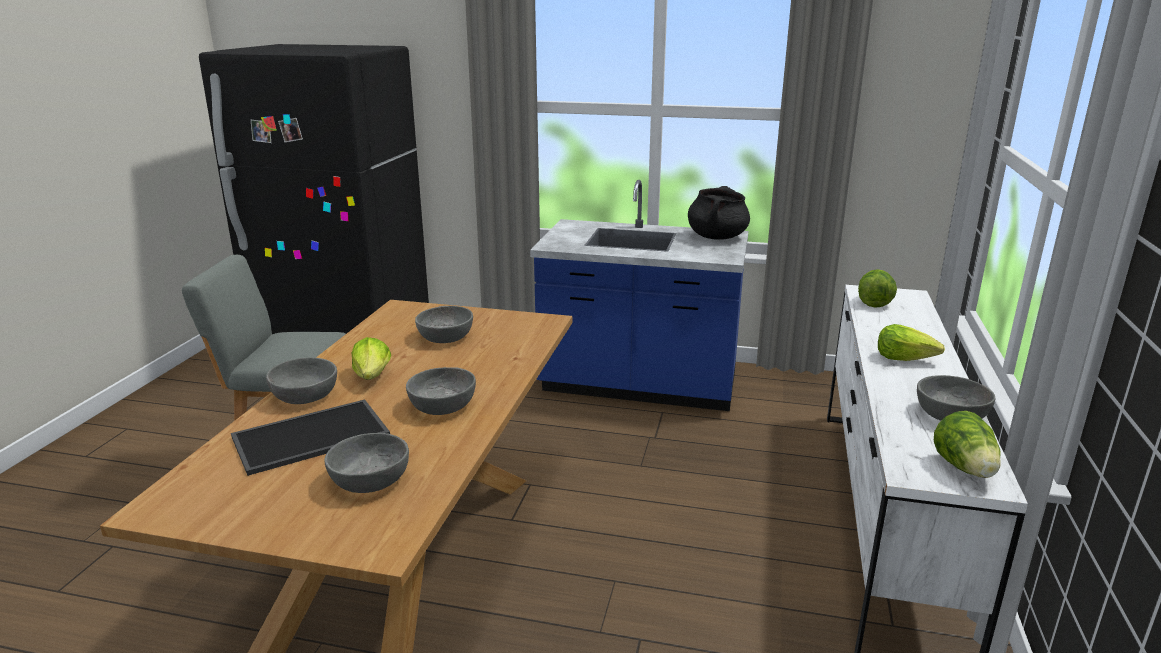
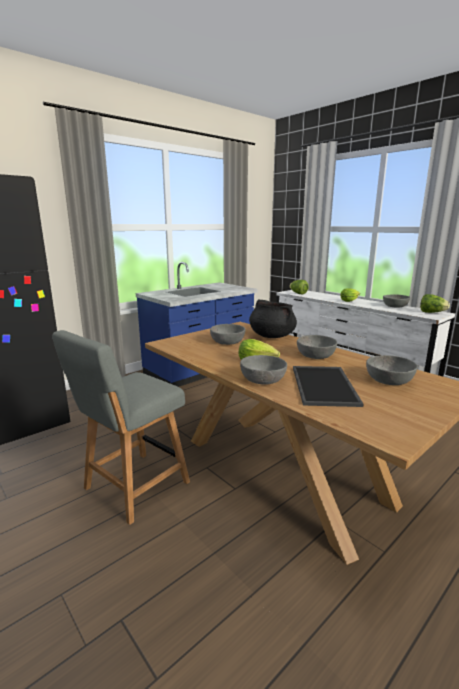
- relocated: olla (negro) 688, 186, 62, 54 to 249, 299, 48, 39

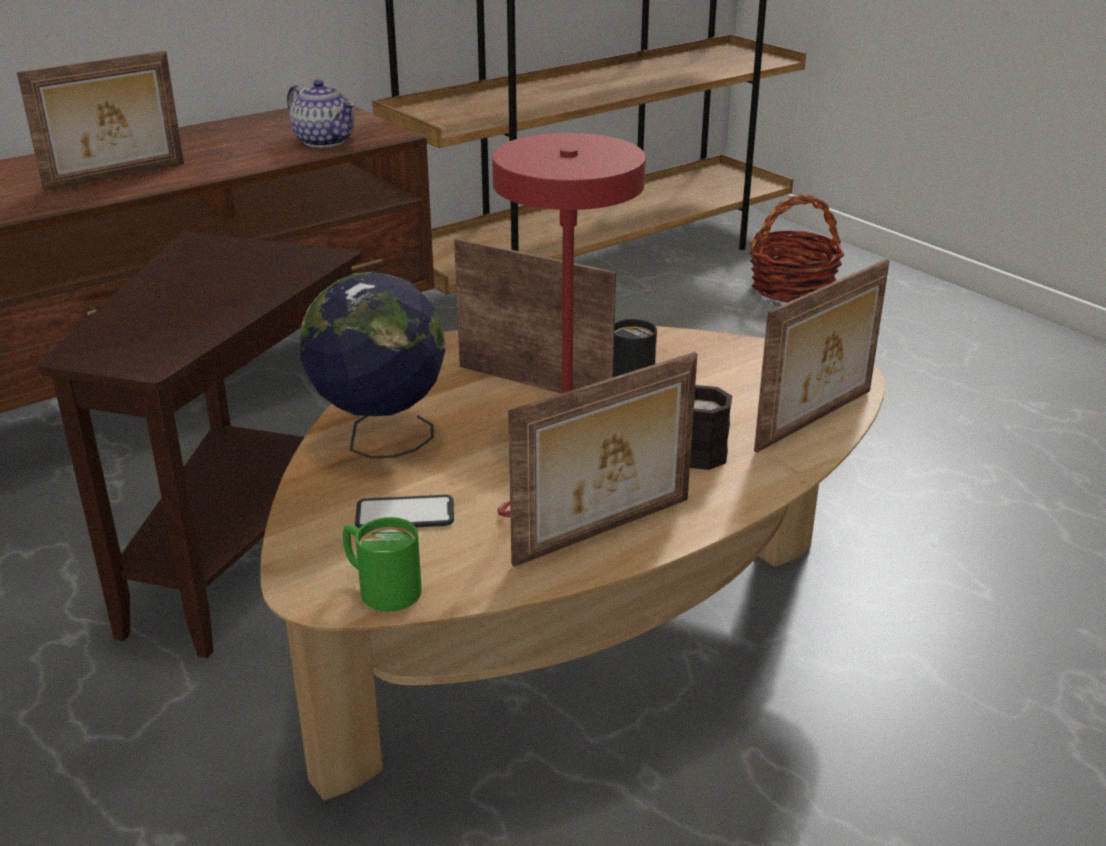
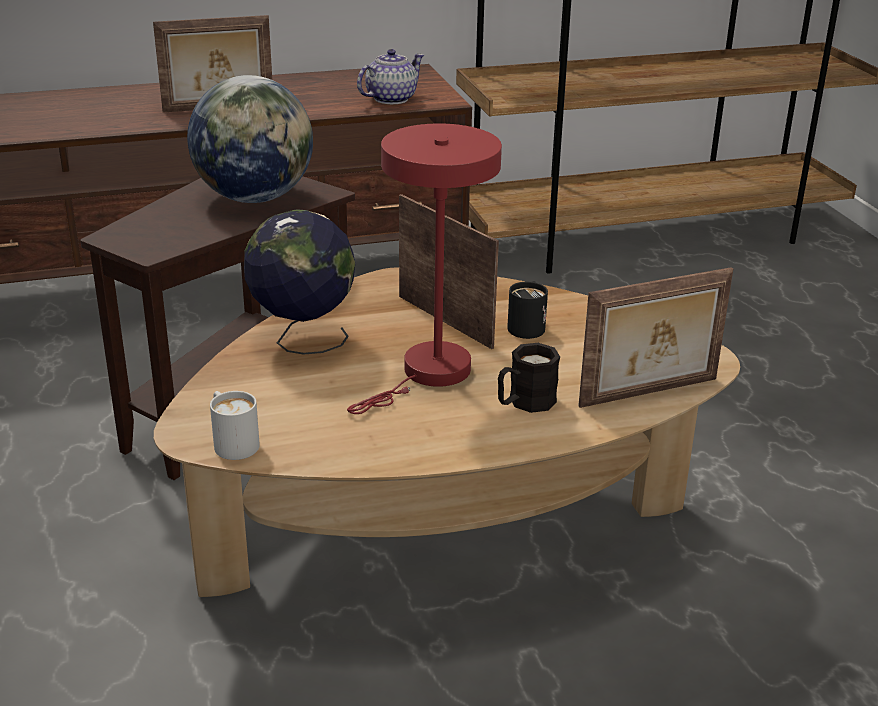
- missing: móvil 355, 495, 99, 33
- missing: portarretratos 508, 352, 189, 215
- missing: cesta 749, 194, 96, 108
- appeared: globo terráqueo 187, 75, 126, 128
- colour: taza grande (verde) 343, 517, 79, 94 to taza grande (blanco) 210, 391, 50, 69
- spun: tetera 287, 79, 68, 69 = 357, 49, 67, 55 105 degrees counterclockwise

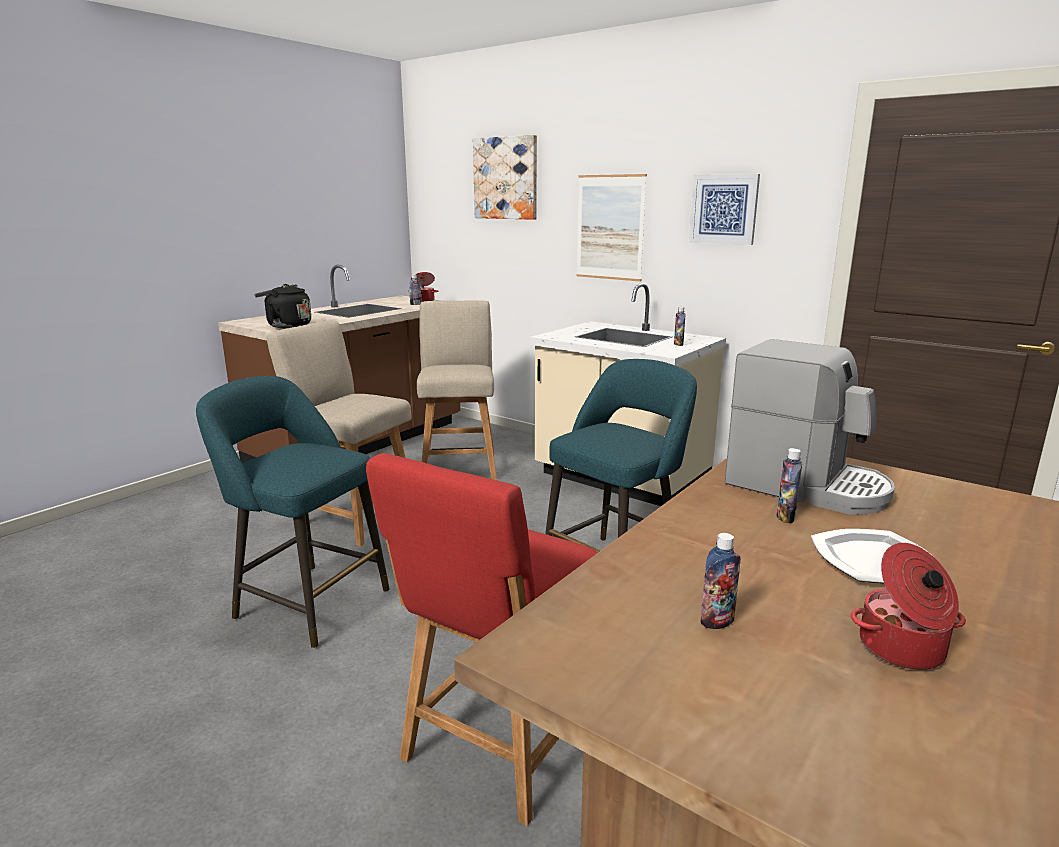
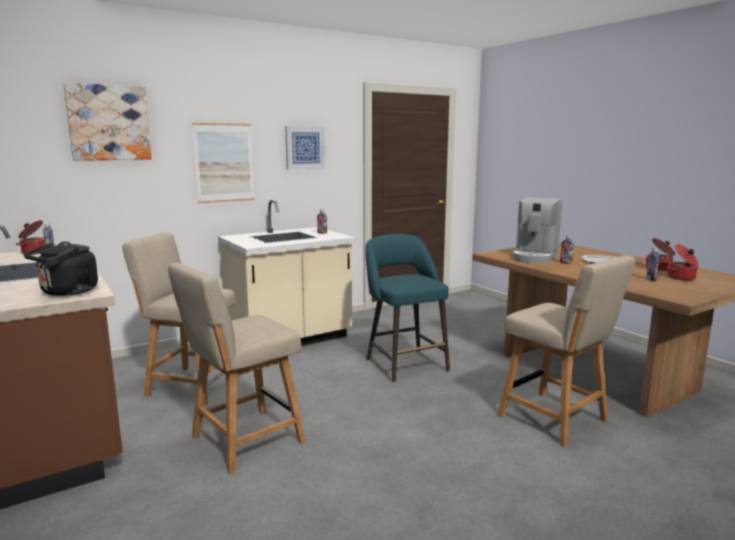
- missing: taburete (turquesa) 196, 376, 193, 273
- appeared: olla 667, 244, 32, 37
- colour: silla (rojo) 366, 453, 232, 373 to silla (beis) 497, 255, 138, 192
- spun: cafetera 725, 339, 170, 176 = 512, 197, 50, 67 150 degrees clockwise

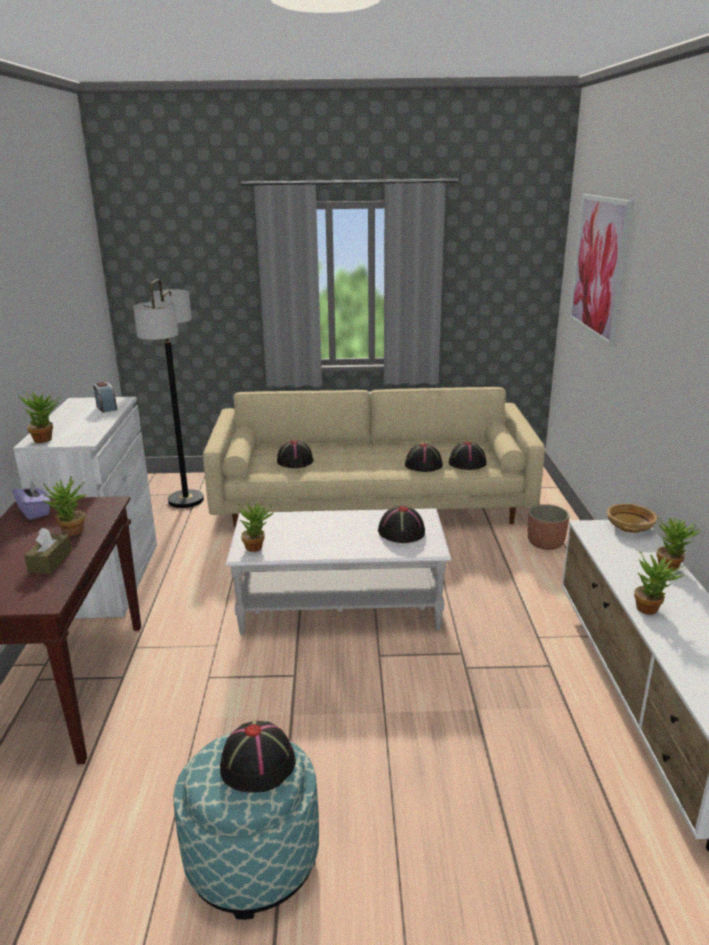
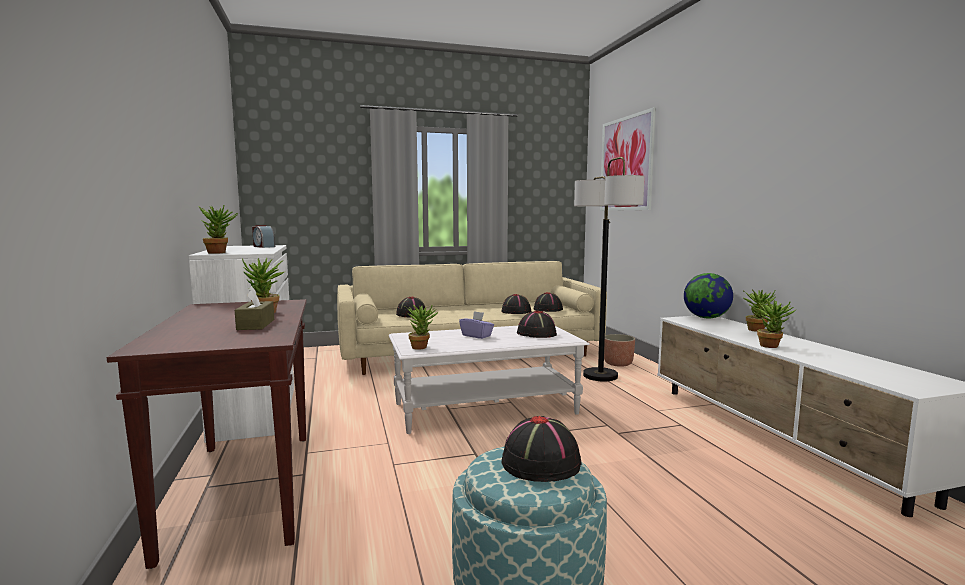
- relocated: caja de pañuelos (morado) 13, 480, 38, 40 to 459, 311, 35, 28
- relocated: lámpara de pie 133, 279, 71, 229 to 574, 157, 71, 224
- exchanged: cuenco (beis) 607, 504, 50, 29 to globo terráqueo 684, 273, 49, 45

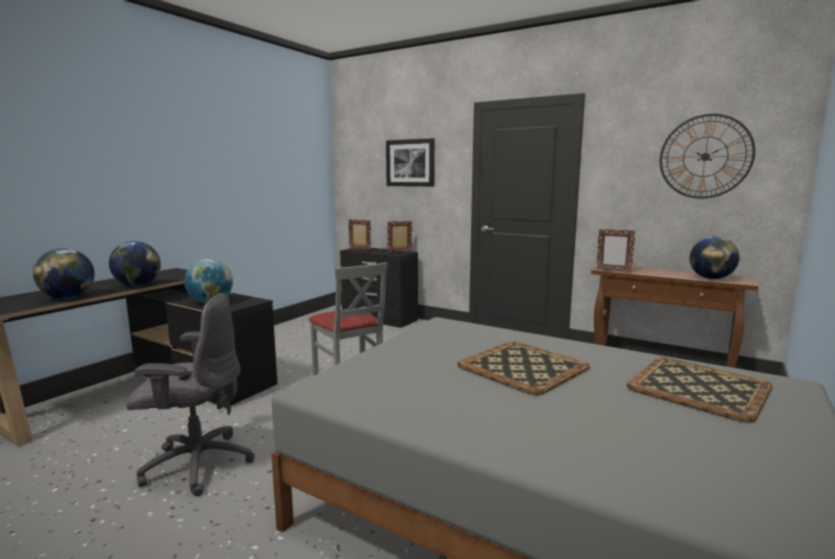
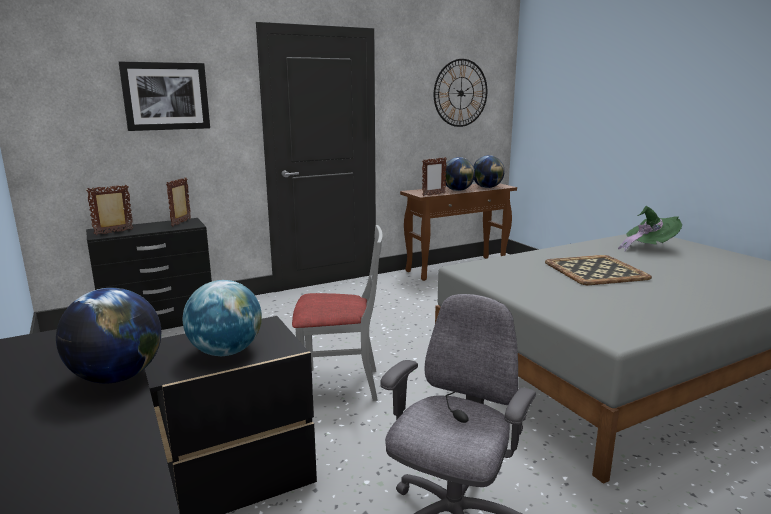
- relocated: globo terráqueo 33, 248, 62, 51 to 444, 157, 31, 34
- exchanged: bandeja 626, 357, 147, 66 to sombrero (verde) 618, 206, 64, 46

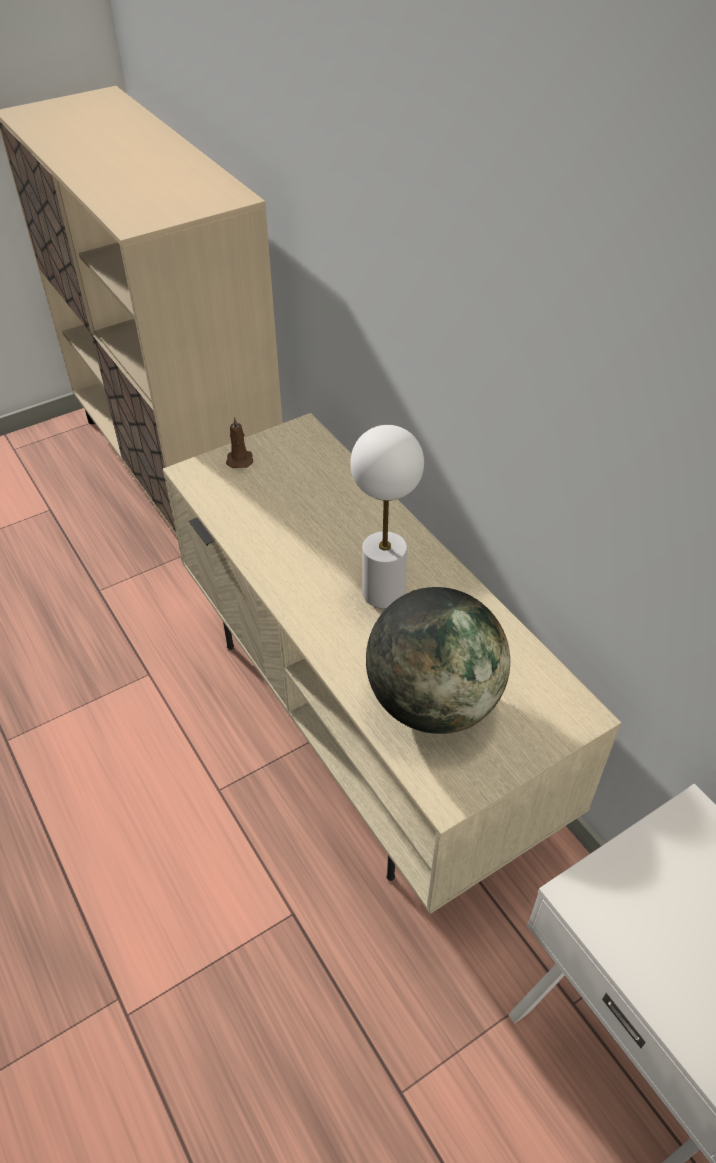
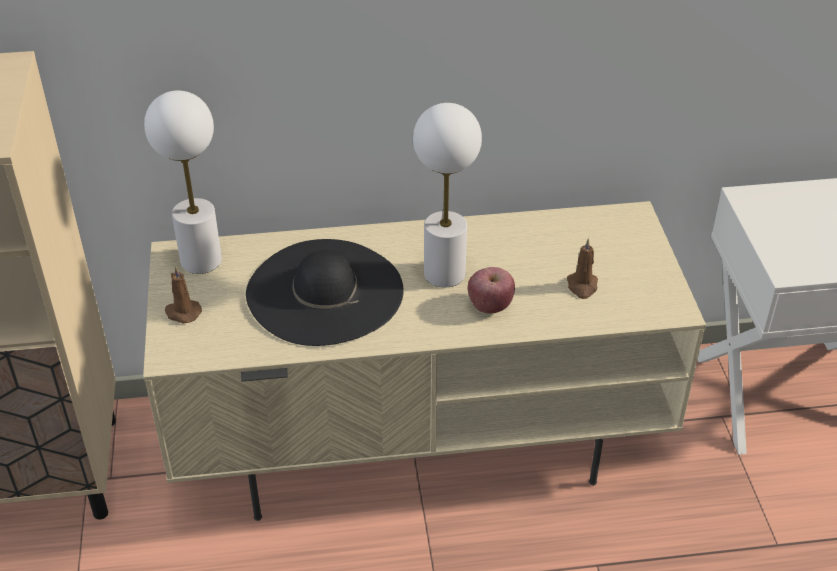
- appeared: lámpara de mesa (blanco) 144, 90, 78, 184
- appeared: sombrero (negro) 246, 239, 158, 107
- appeared: manzana 468, 267, 47, 47
- exchanged: globo terráqueo 366, 587, 144, 147 to vela (marrón) 567, 238, 31, 61

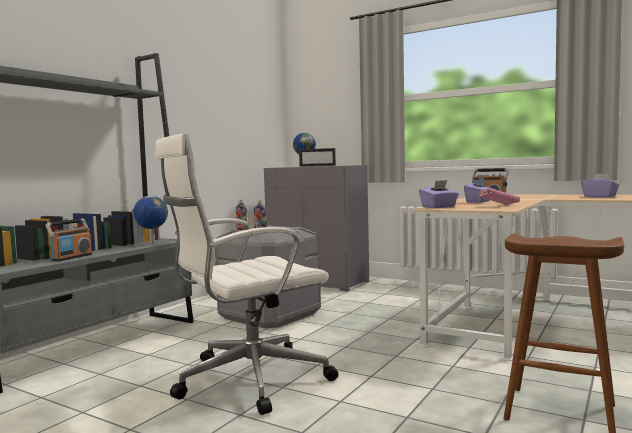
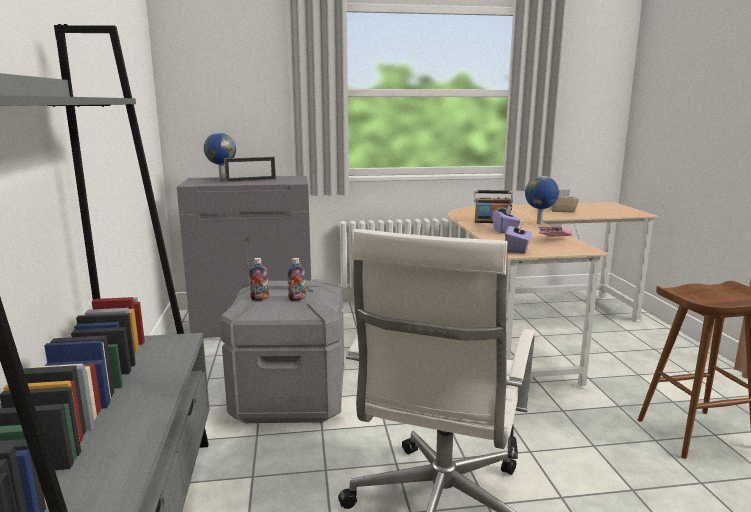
- missing: radio 45, 218, 47, 43
- relocated: globo terráqueo 133, 196, 35, 49 to 525, 176, 34, 48
- colour: caja de pañuelos (morado) 581, 173, 38, 25 to caja de pañuelos (beis) 550, 190, 29, 22

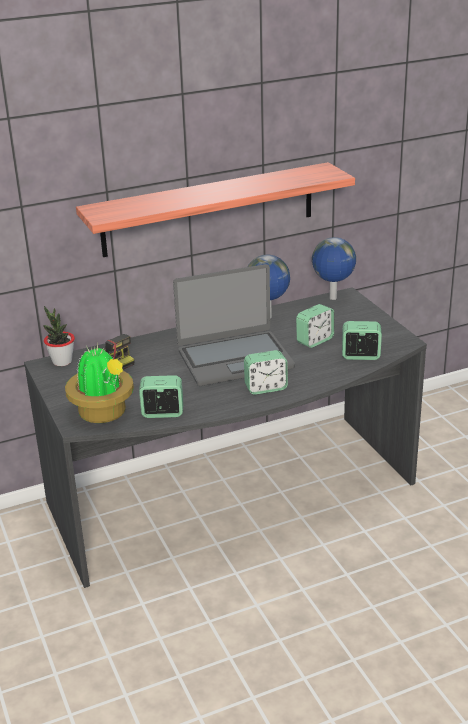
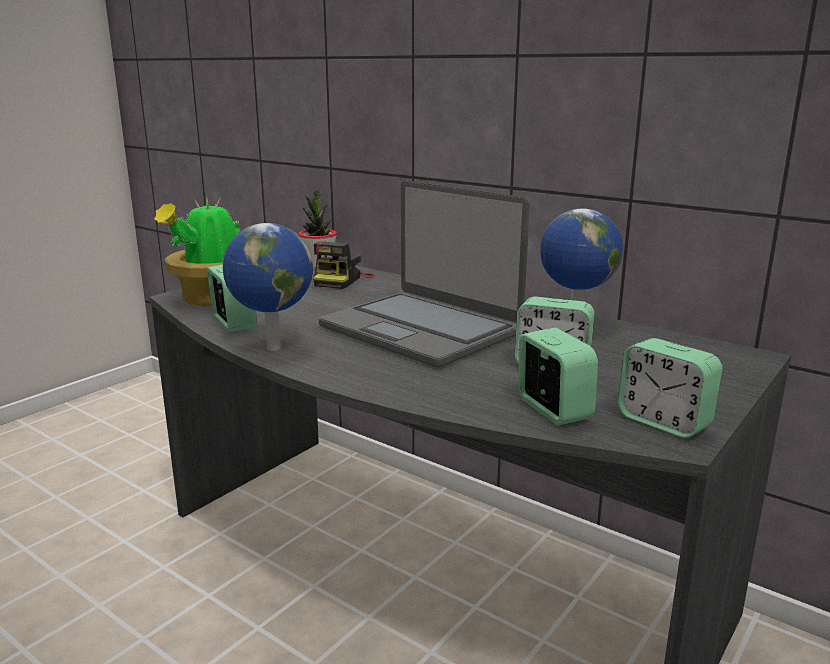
- missing: estante 76, 162, 279, 95
- relocated: despertador 244, 350, 44, 45 to 618, 338, 104, 100
- relocated: globo terráqueo 312, 237, 44, 63 to 223, 223, 90, 128

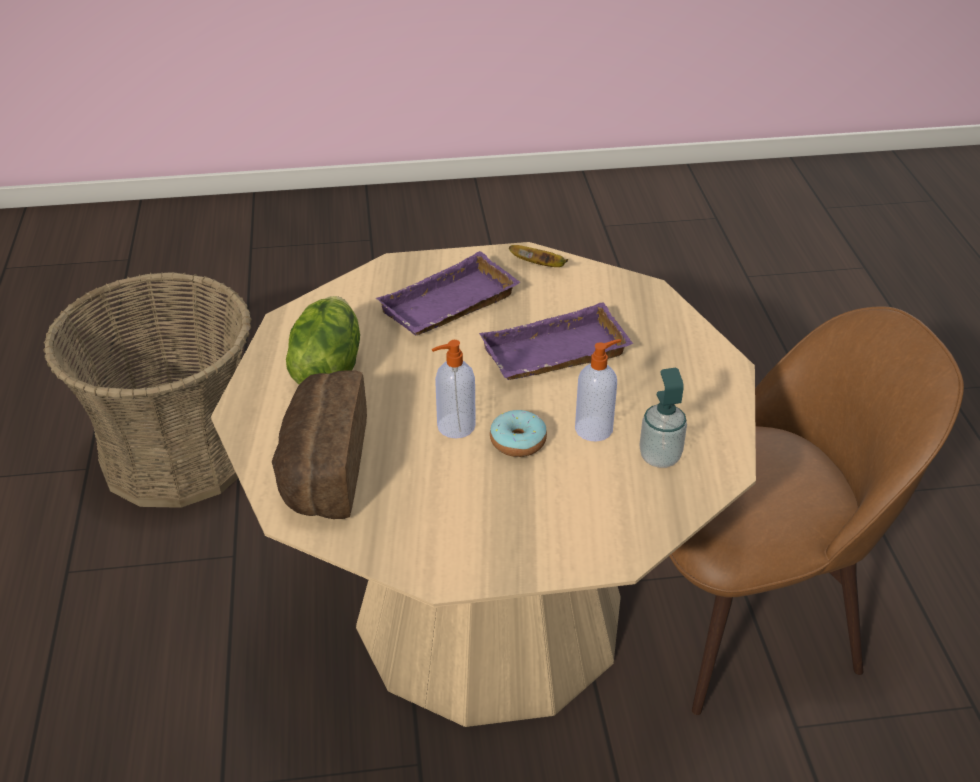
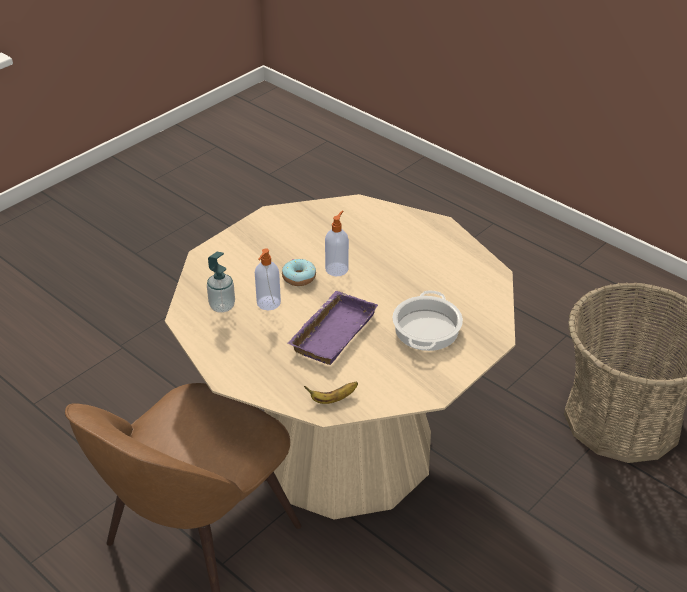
- missing: pan 272, 370, 95, 149
- missing: lechuga 286, 296, 74, 89
- relocated: plátano 509, 245, 59, 22 to 304, 382, 54, 22
- exchanged: bandeja (morado) 376, 251, 145, 85 to olla 393, 291, 70, 60

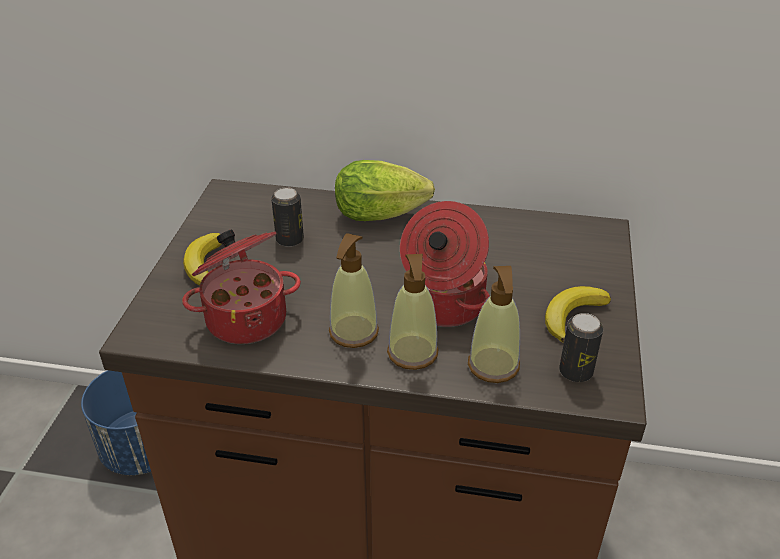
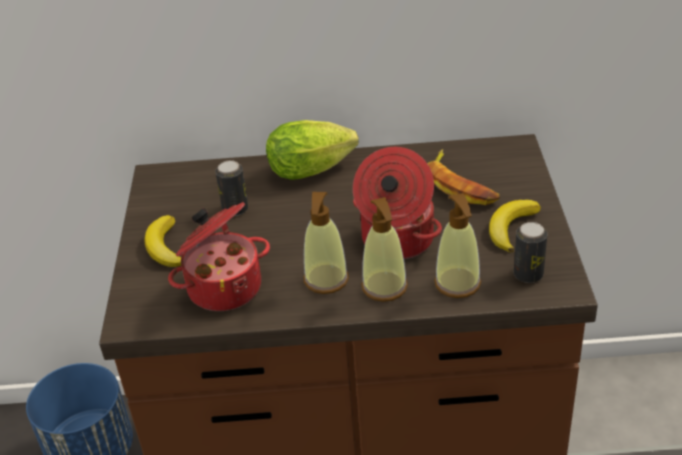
- appeared: plátano 427, 149, 73, 56

